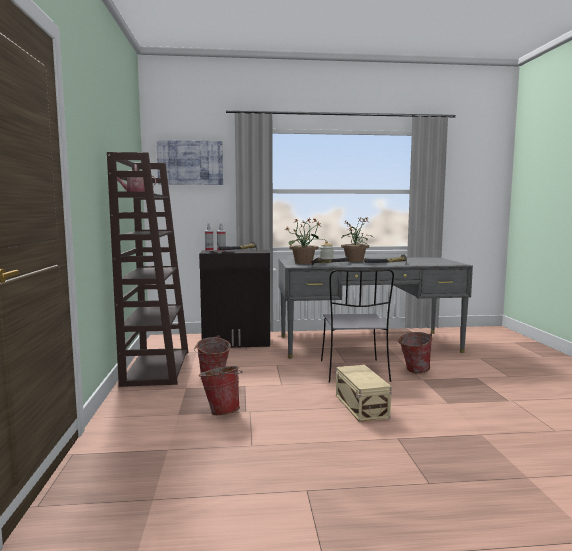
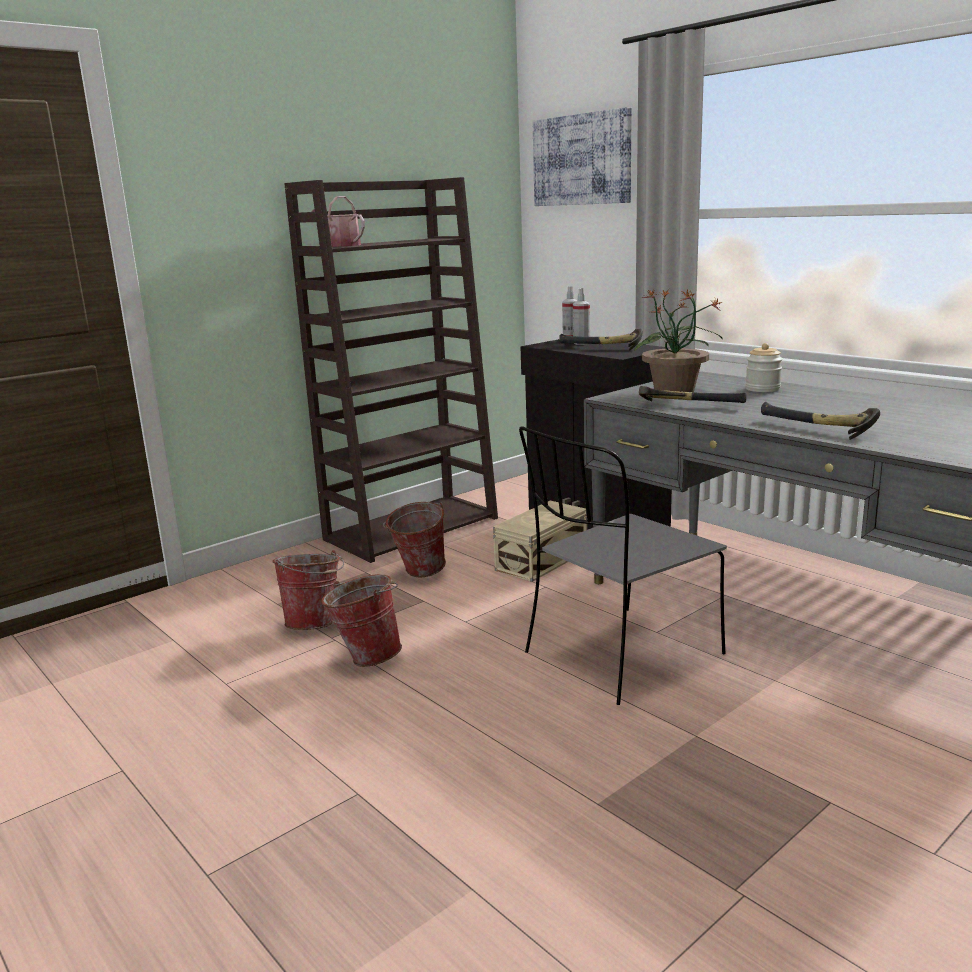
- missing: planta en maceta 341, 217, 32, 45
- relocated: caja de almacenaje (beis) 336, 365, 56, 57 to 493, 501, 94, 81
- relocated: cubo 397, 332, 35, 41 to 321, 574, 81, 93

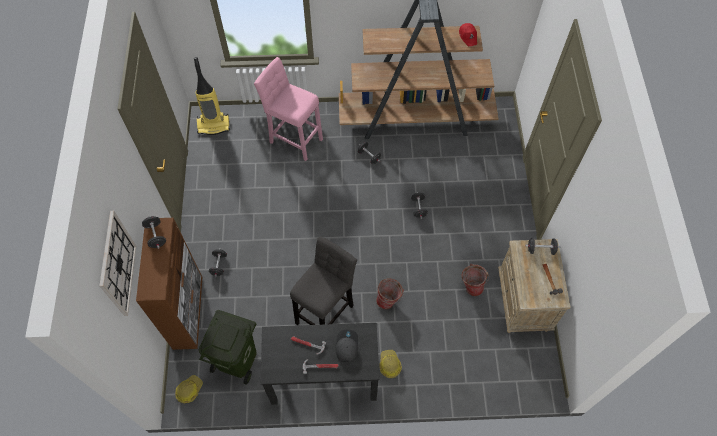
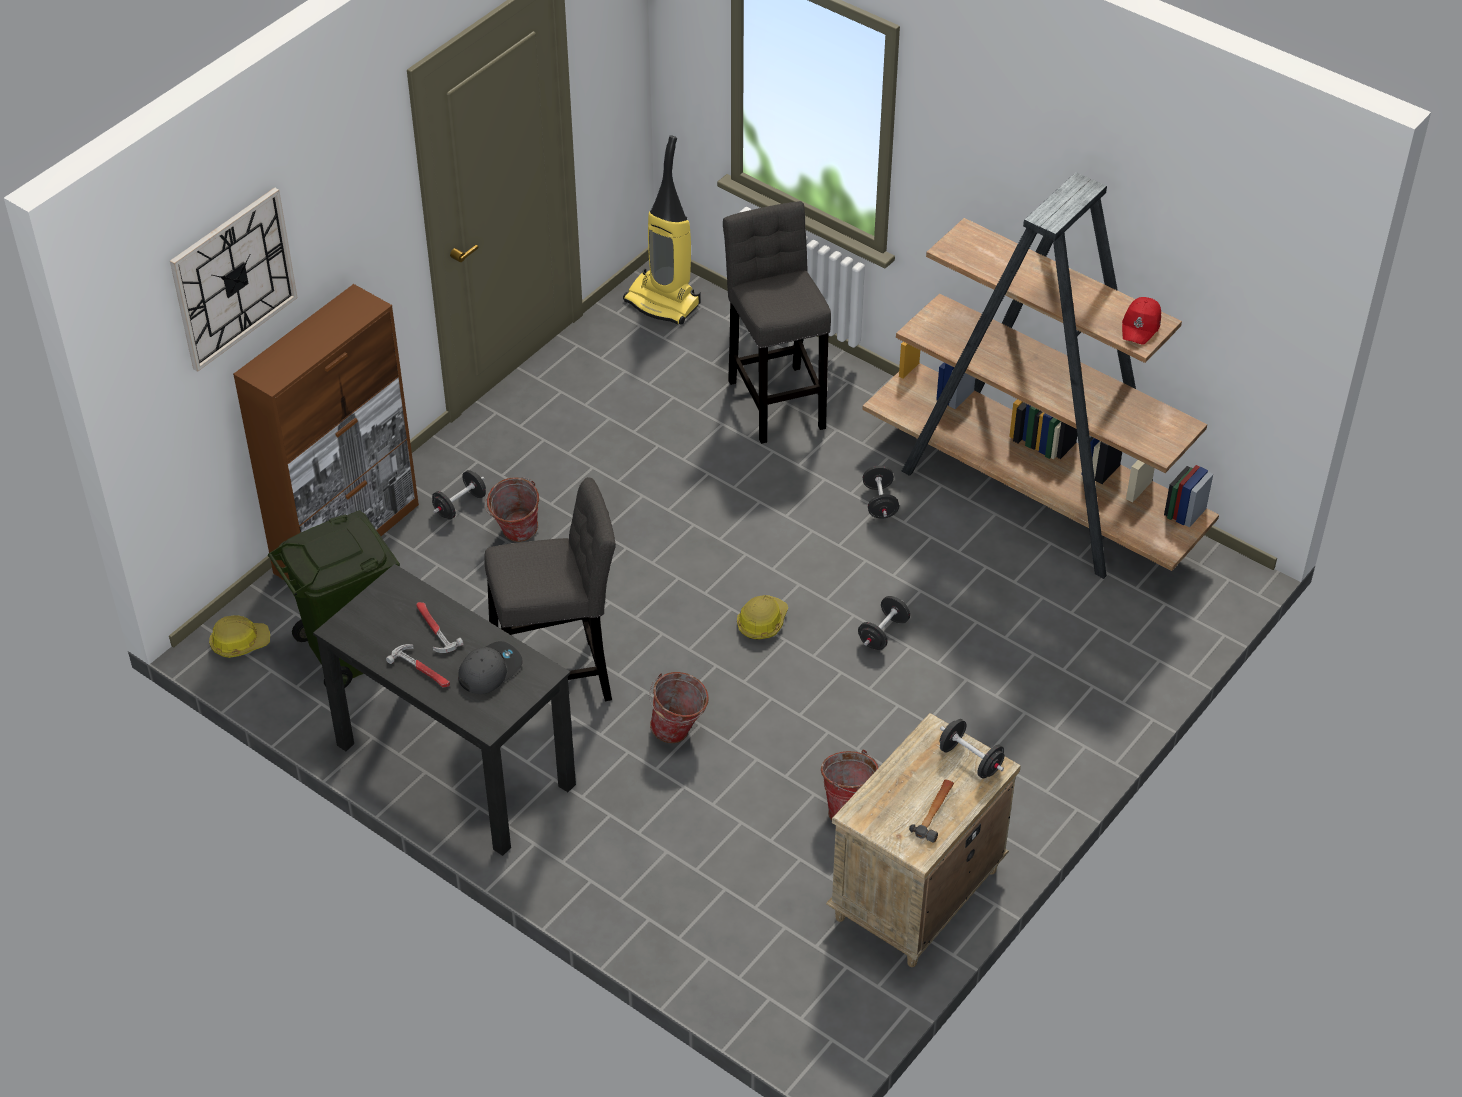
- missing: mancuerna (negro) 142, 216, 24, 33
- appeared: cubo 485, 477, 54, 65
- relocated: casco 380, 350, 22, 28 to 737, 595, 51, 45
- colour: taburete (rosa) 254, 57, 69, 104 to taburete (gris) 723, 201, 108, 243

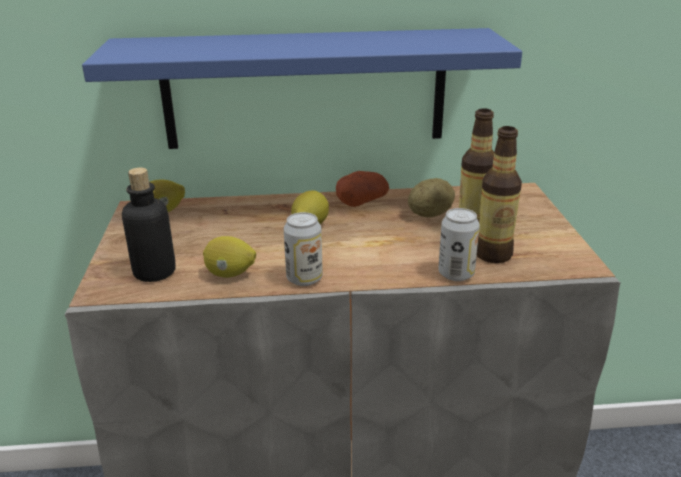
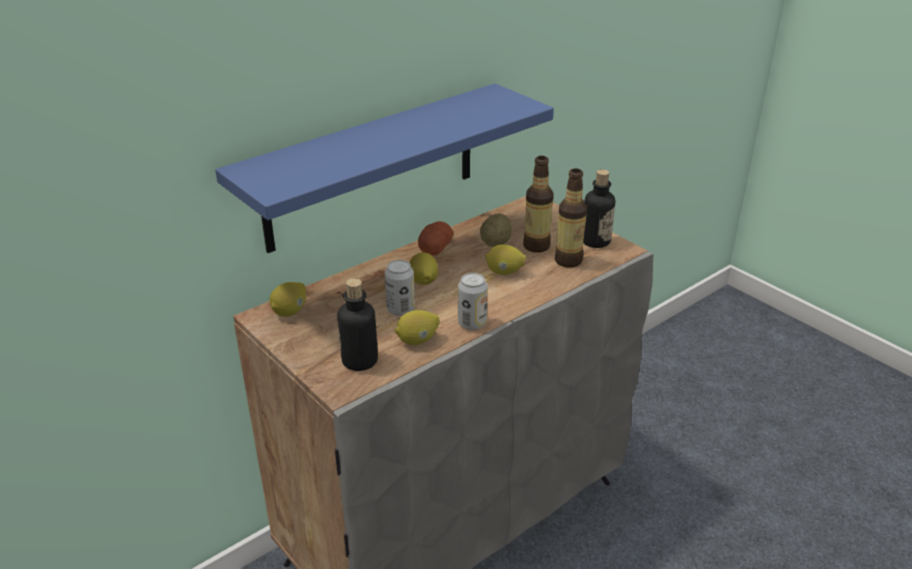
- appeared: limón 485, 245, 41, 30
- appeared: botella 583, 169, 32, 79
- relocated: lata 438, 208, 42, 73 to 385, 260, 30, 56

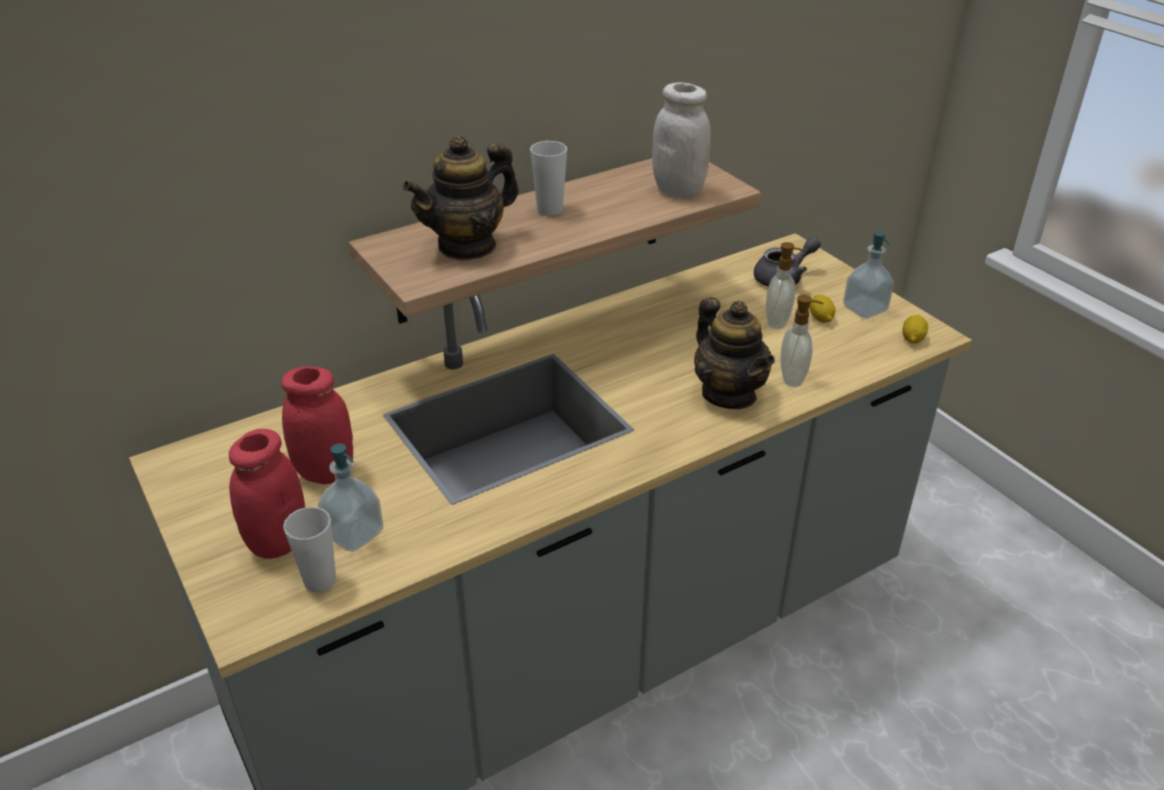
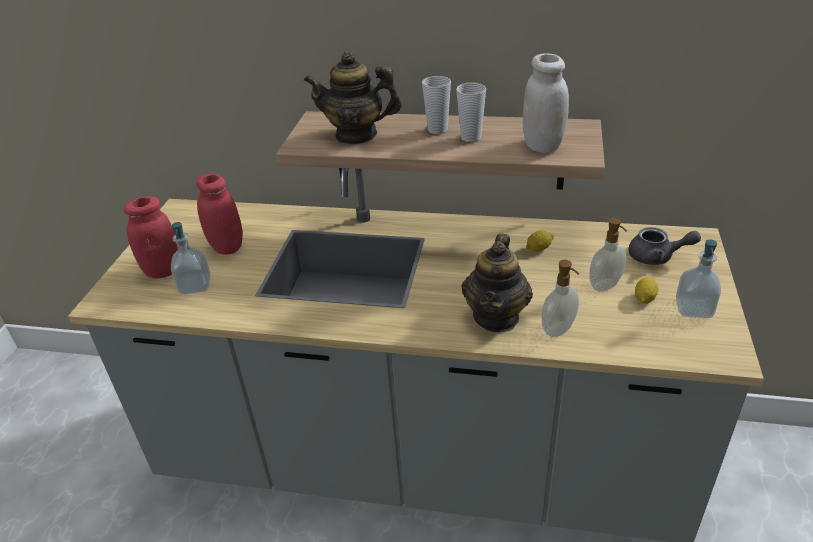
- relocated: taza 283, 507, 53, 85 to 456, 82, 30, 60
- relocated: limón 903, 315, 25, 29 to 526, 230, 28, 22

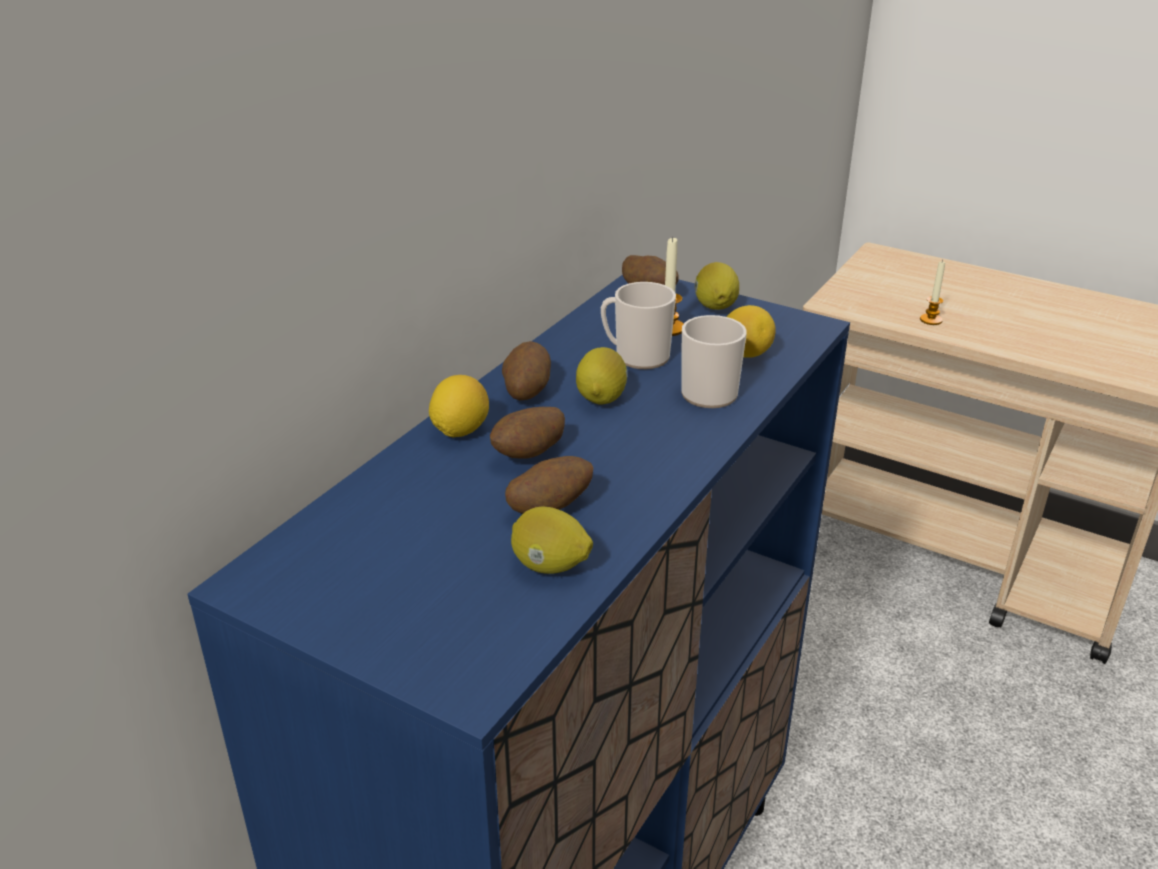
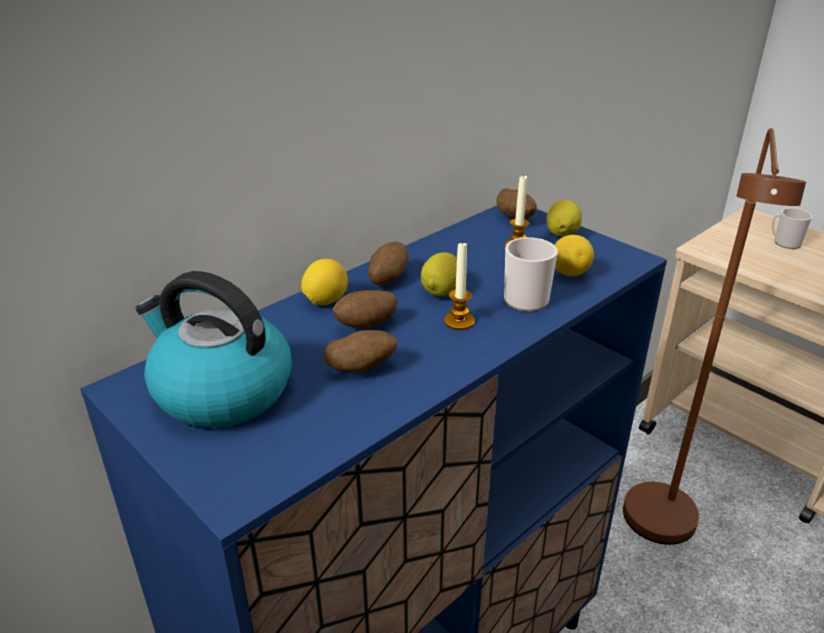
- missing: limón 511, 506, 82, 68
- appeared: hervidor 136, 271, 156, 157
- appeared: lámpara de pie (marrón) 623, 128, 183, 417
- relocated: taza grande 601, 282, 75, 87 to 772, 208, 40, 41
- relocated: vela 920, 260, 25, 65 to 444, 241, 31, 89

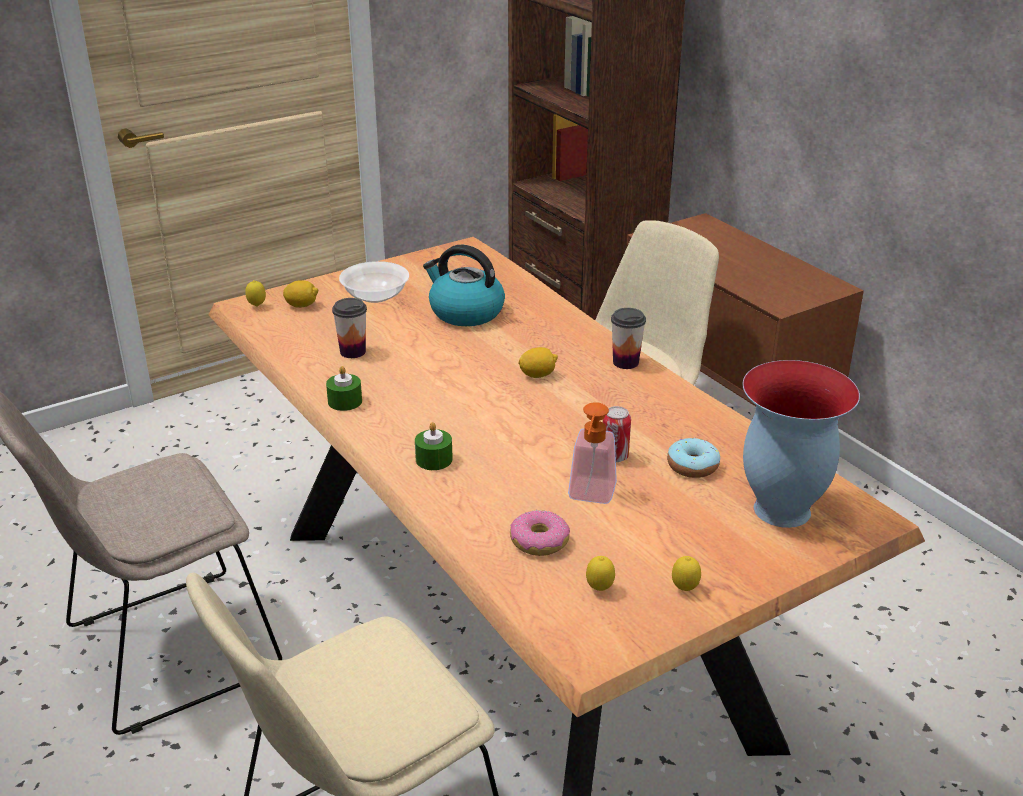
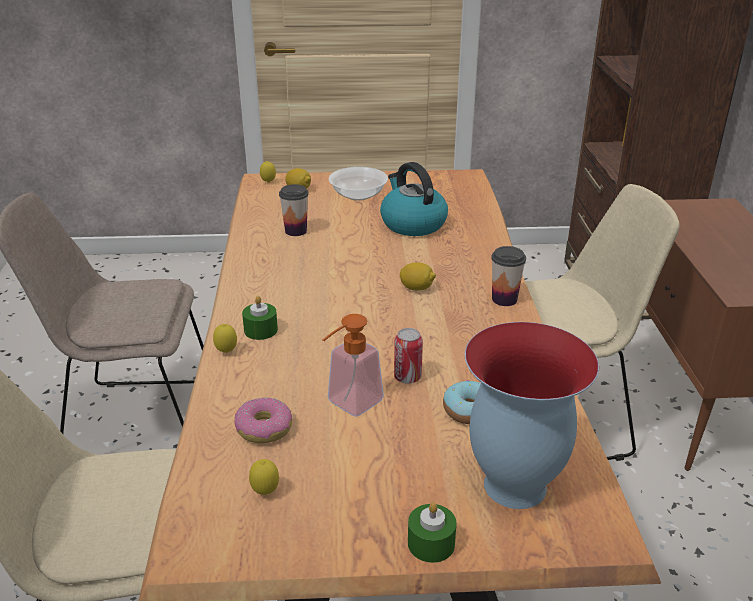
- relocated: vela (verde) 326, 366, 36, 45 to 408, 502, 49, 61
- relocated: limón 672, 556, 29, 35 to 213, 324, 24, 29

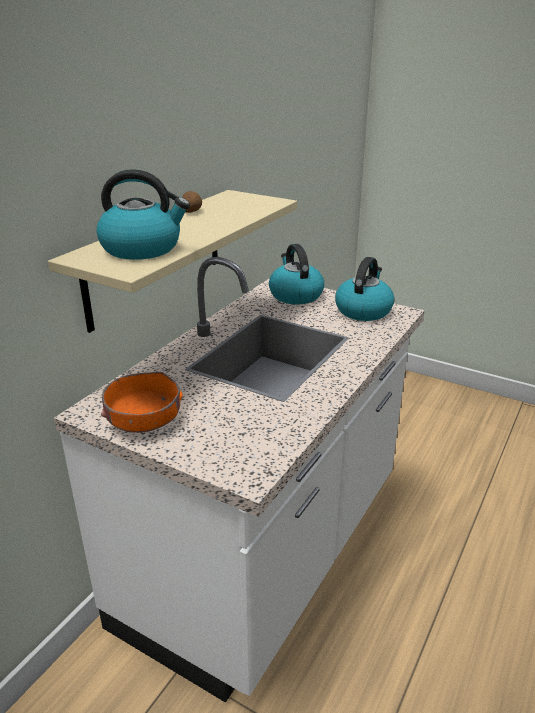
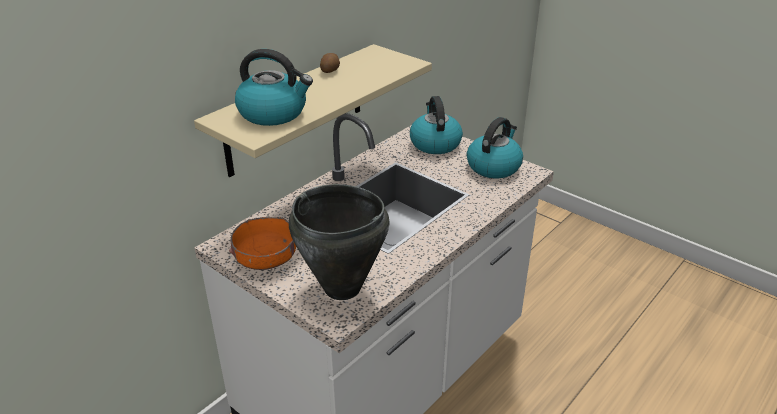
- appeared: olla (negro) 289, 184, 101, 116

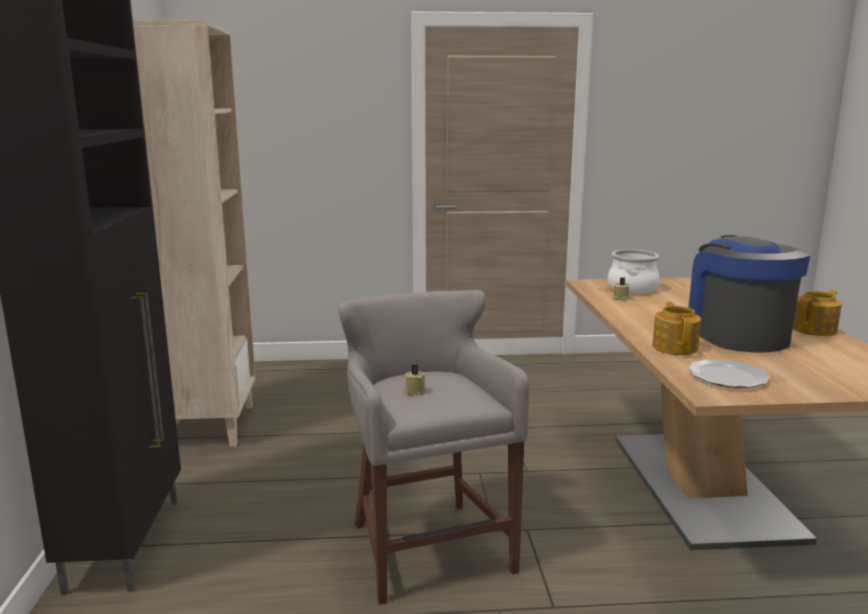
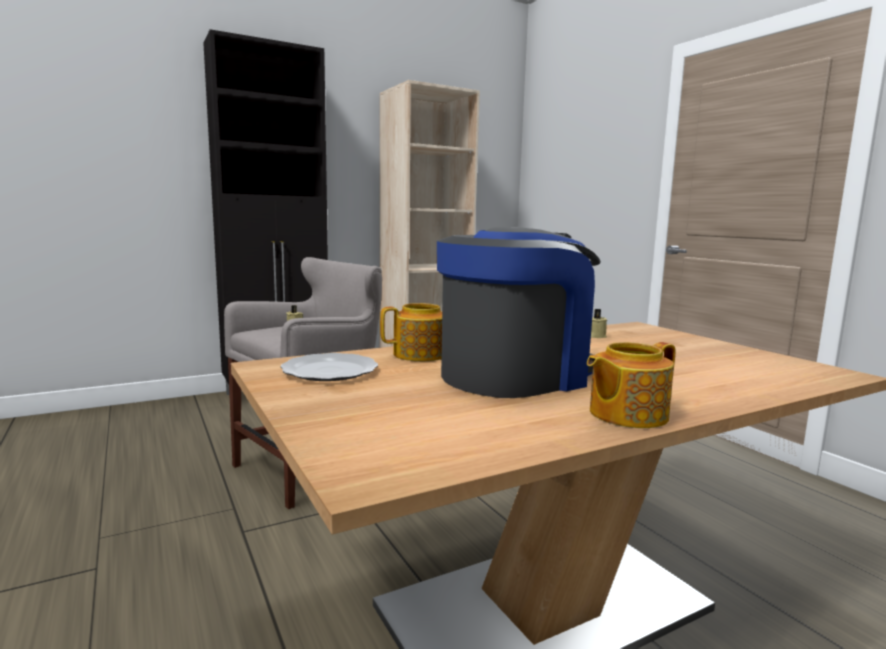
- missing: olla 607, 250, 52, 44
- spun: tetera 793, 290, 49, 46 = 587, 342, 89, 86 120 degrees clockwise

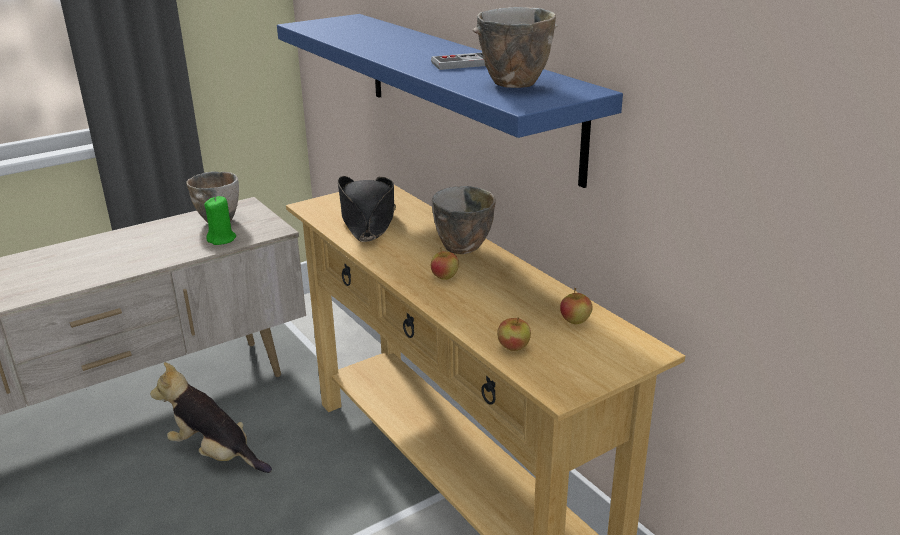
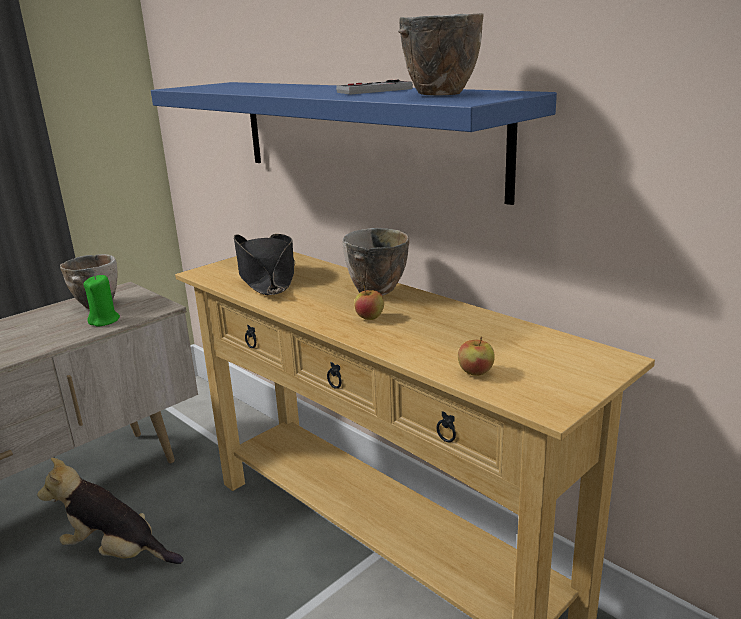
- missing: manzana 560, 288, 32, 36

